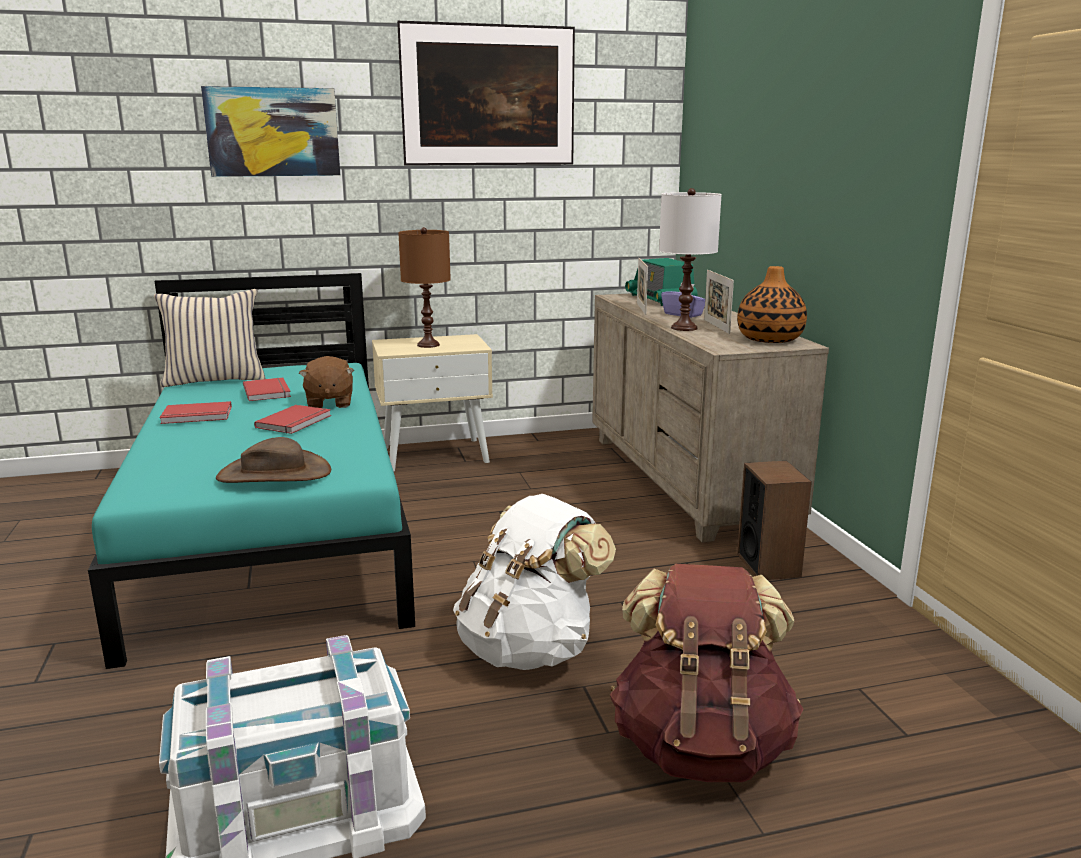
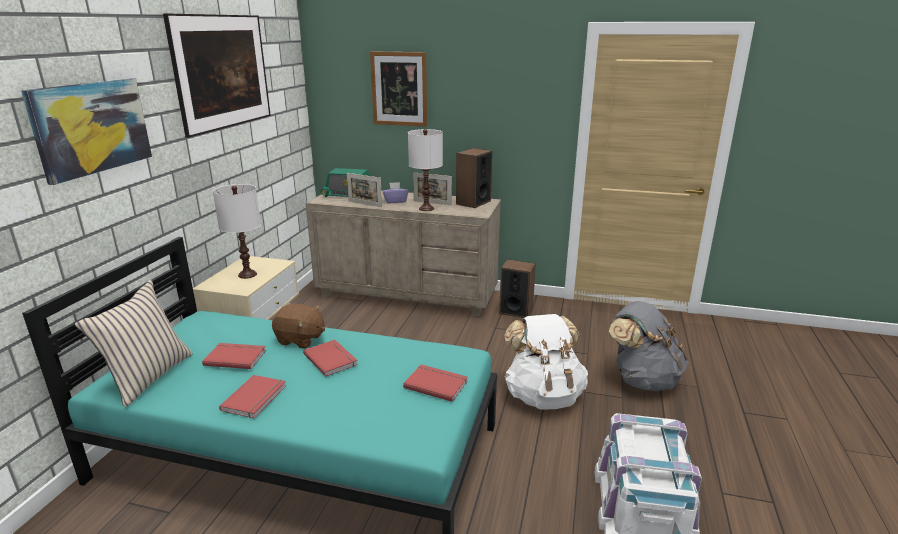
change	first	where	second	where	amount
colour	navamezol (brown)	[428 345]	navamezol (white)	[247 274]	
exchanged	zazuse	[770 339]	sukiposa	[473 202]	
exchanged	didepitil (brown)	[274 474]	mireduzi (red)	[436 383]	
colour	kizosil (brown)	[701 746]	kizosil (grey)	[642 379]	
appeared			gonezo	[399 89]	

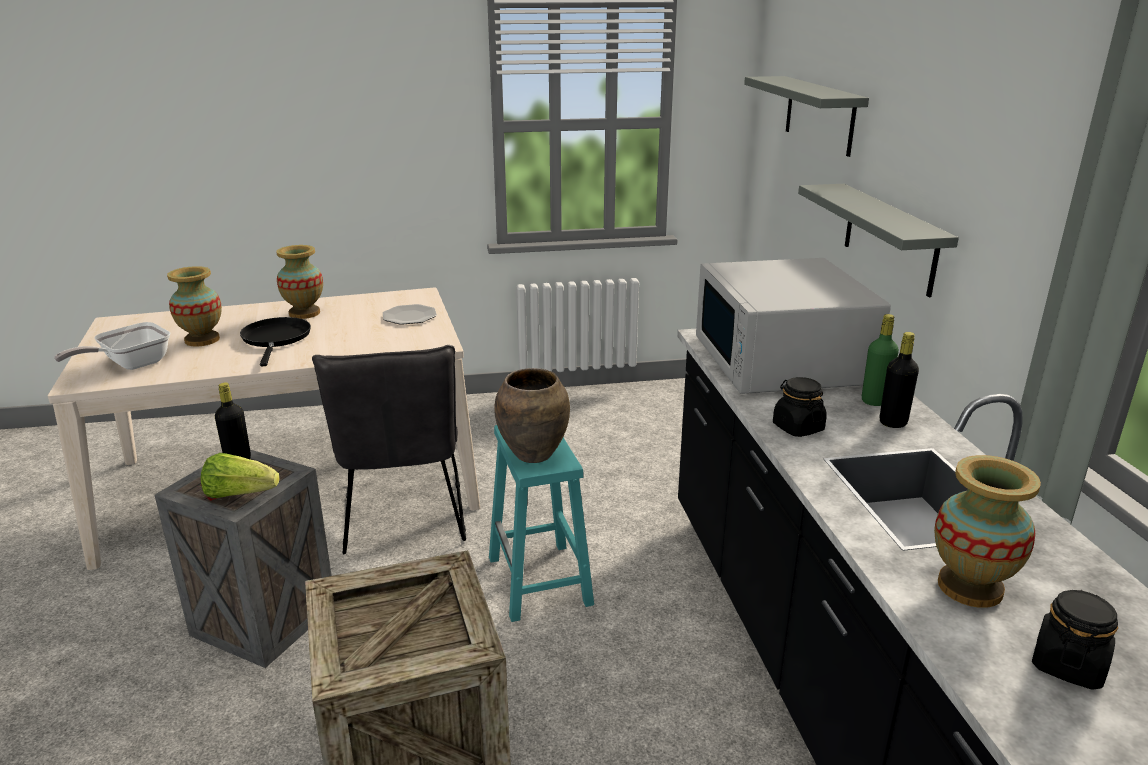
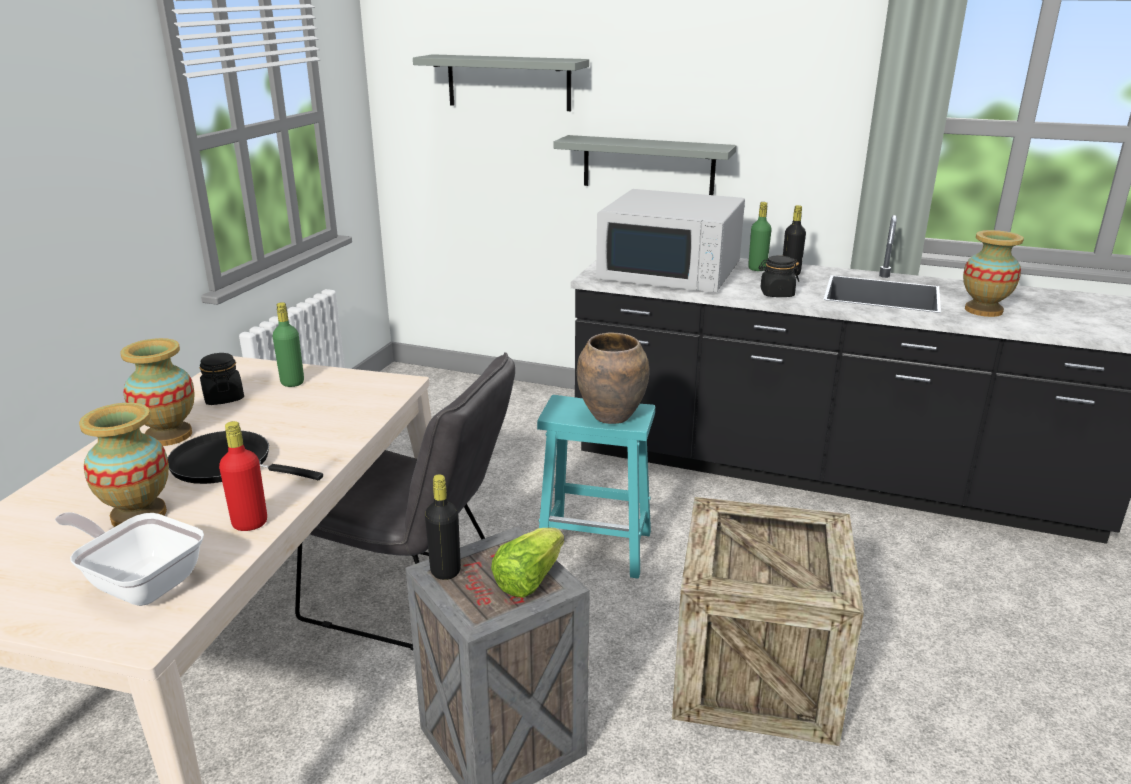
change	first	where	second	where	amount
exchanged	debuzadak	[409 316]	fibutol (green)	[292 382]	
spun	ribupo	[130 365]		[140 582]	135 degrees clockwise
relocated	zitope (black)	[1067 664]		[223 398]	
appeared			fibutol (red)	[250 523]	

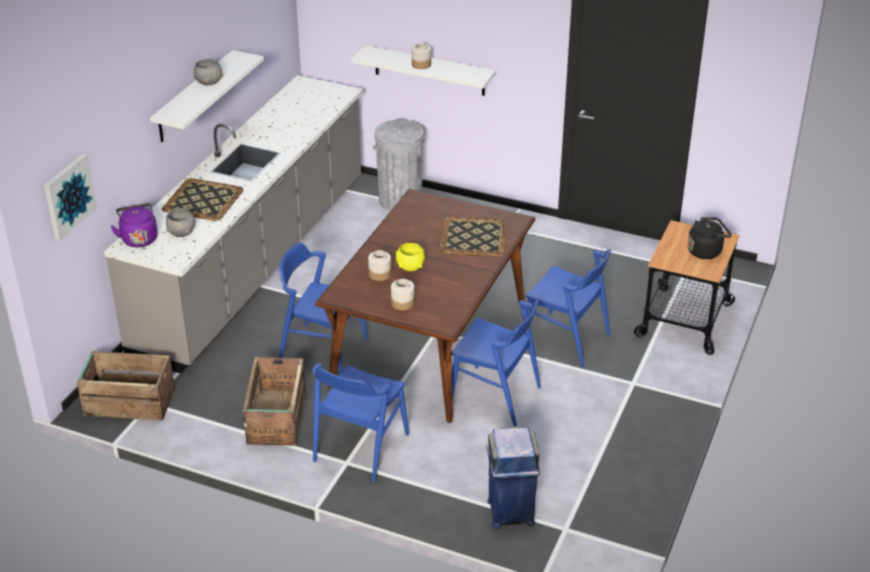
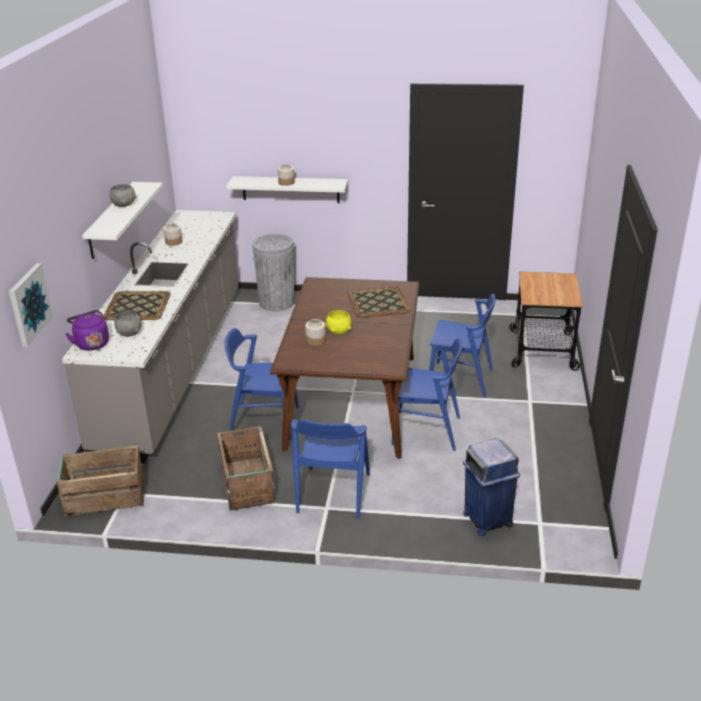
change	first	where	second	where	amount
missing	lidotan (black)	[706 251]			
relocated	zitope	[403 303]		[174 242]	

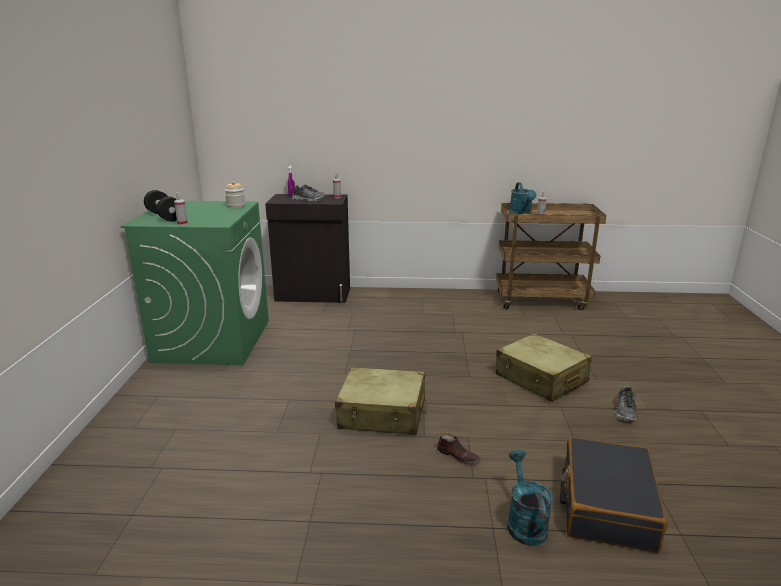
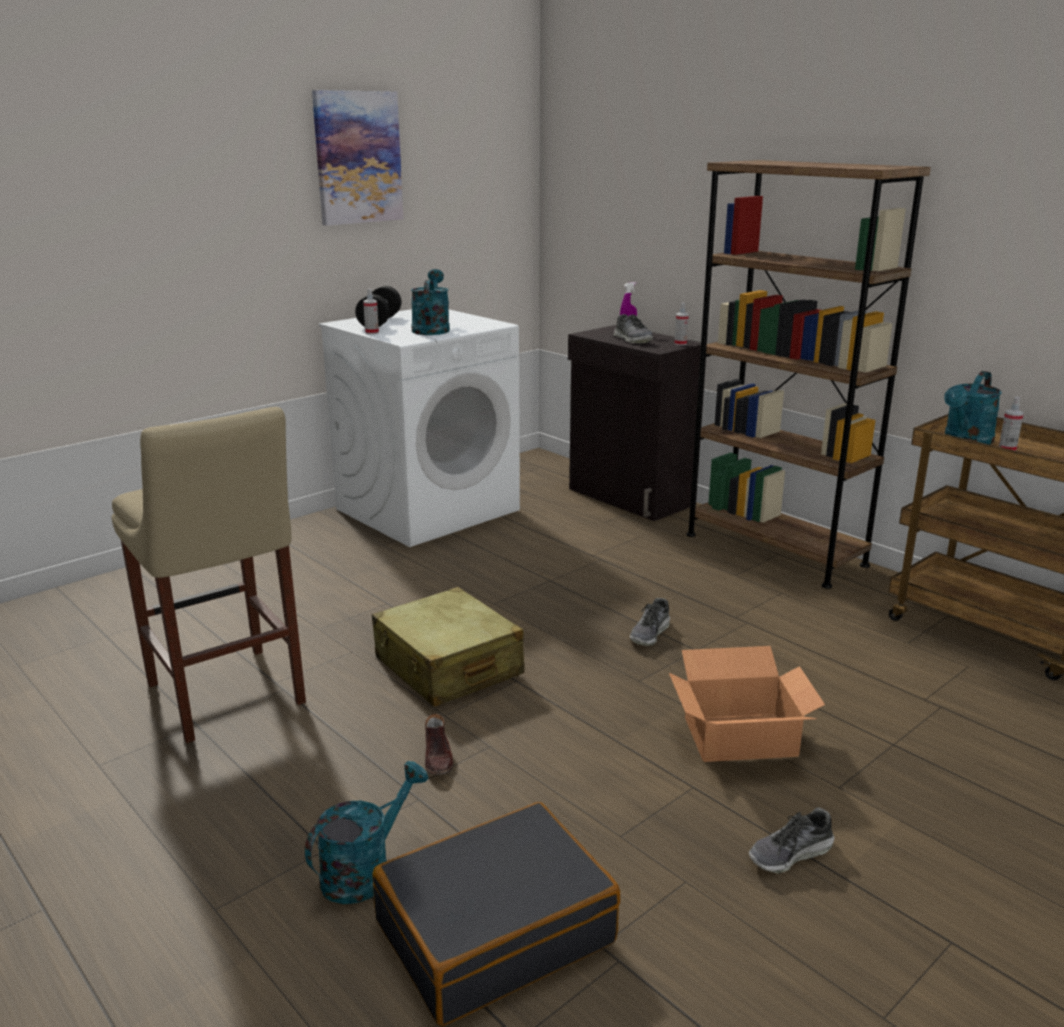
change	first	where	second	where	amount
missing	zitope	[236 206]			
colour	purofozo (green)	[212 340]	purofozo (white)	[428 509]	
exchanged	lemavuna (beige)	[541 379]	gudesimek	[741 737]	
appeared			gonezo	[357 157]	
appeared			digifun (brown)	[774 549]	
appeared			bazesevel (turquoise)	[431 329]	
appeared			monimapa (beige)	[227 697]	
appeared			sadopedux	[650 633]	

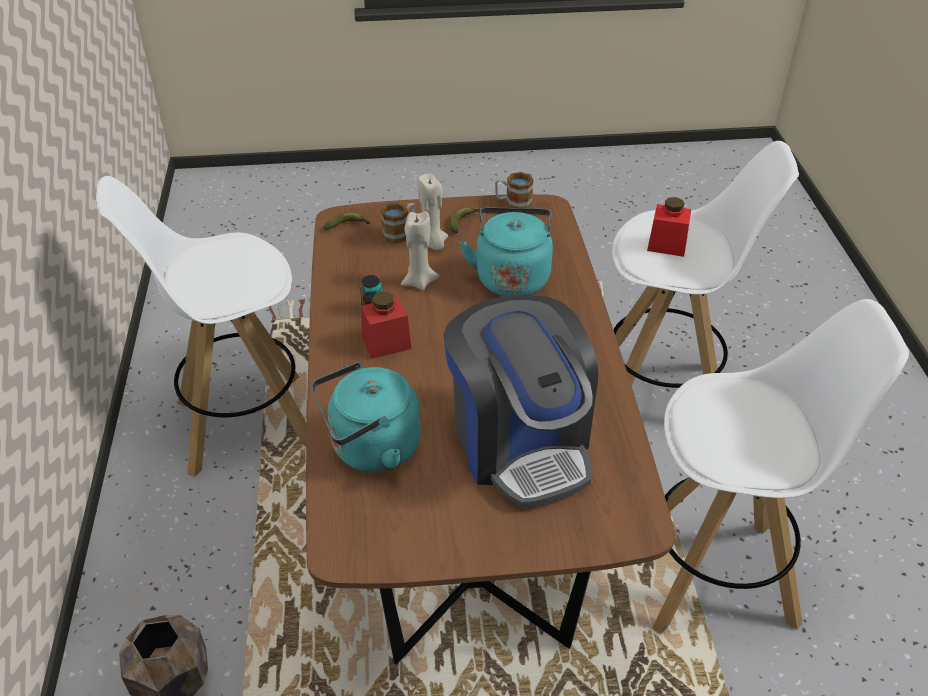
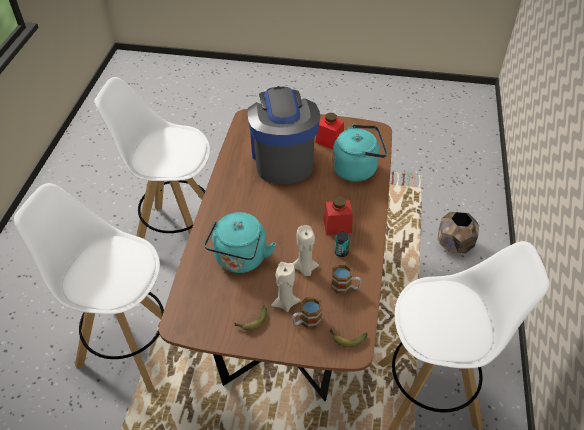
change	first	where	second	where	amount
relocated	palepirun	[513 203]		[345 287]	
relocated	zitope (red)	[667 245]		[329 141]	

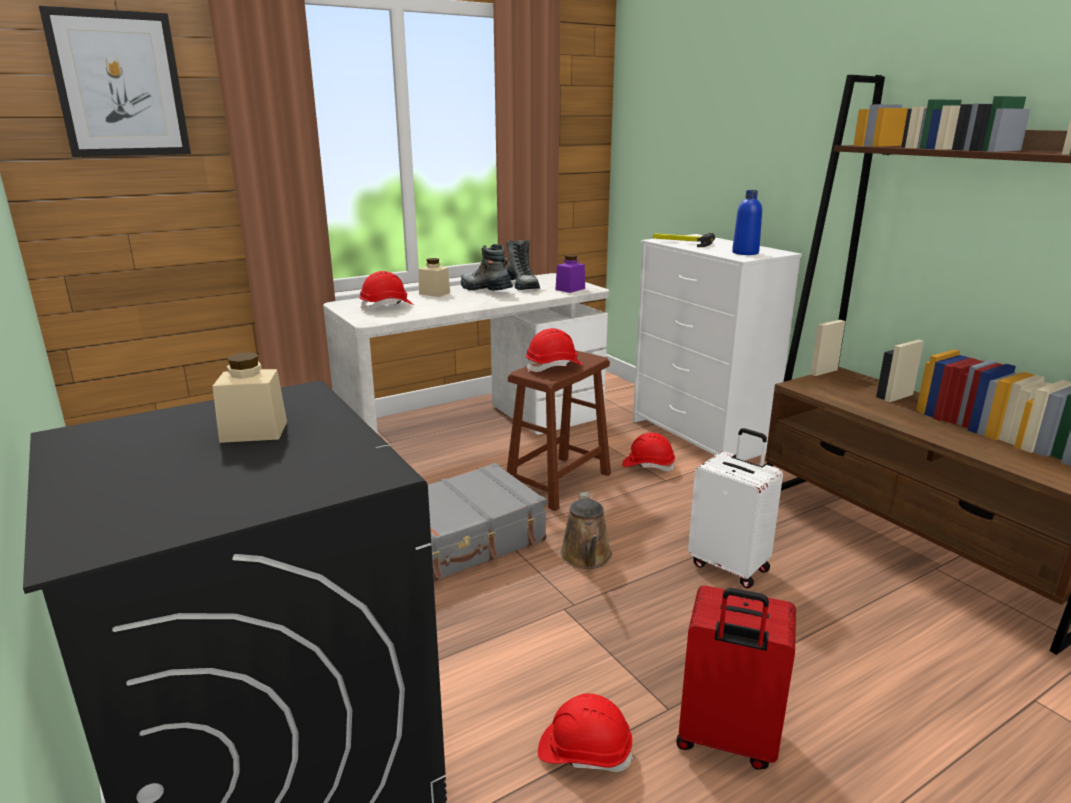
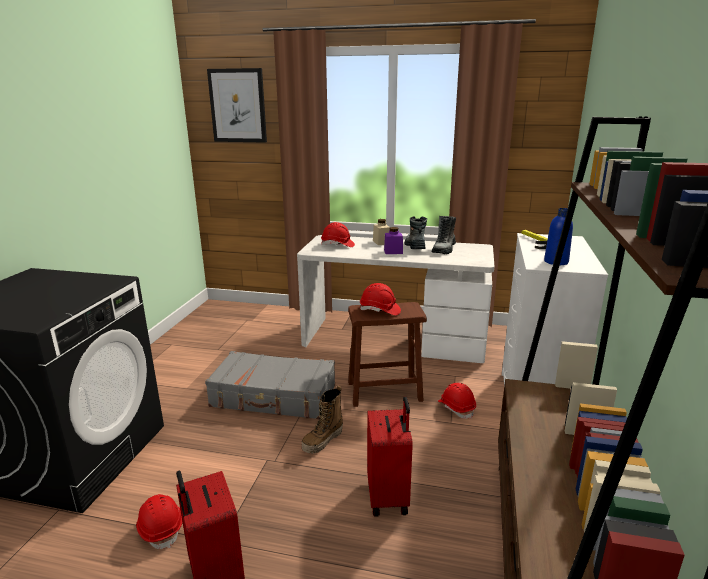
change	first	where	second	where	amount
relocated	zitope (purple)	[570 289]		[393 252]	
missing	zitope (beige)	[254 431]			
colour	lemavuna (white)	[730 566]	lemavuna (red)	[389 497]	
exchanged	bazesevel (brown)	[586 558]	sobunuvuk	[323 441]	

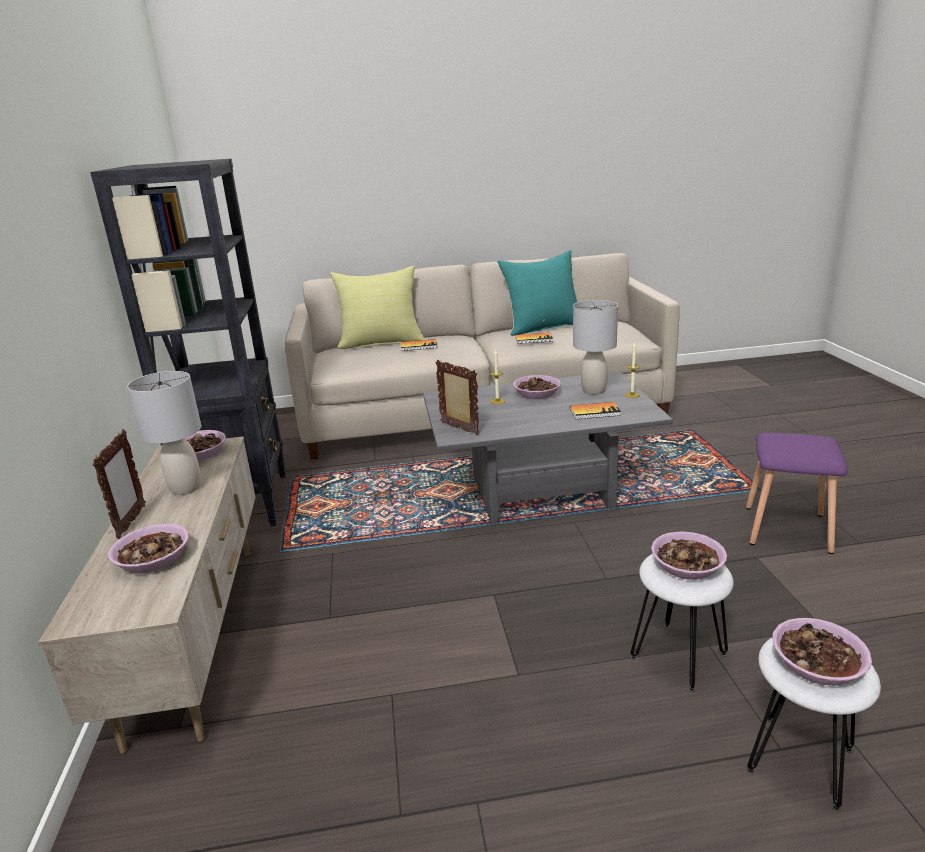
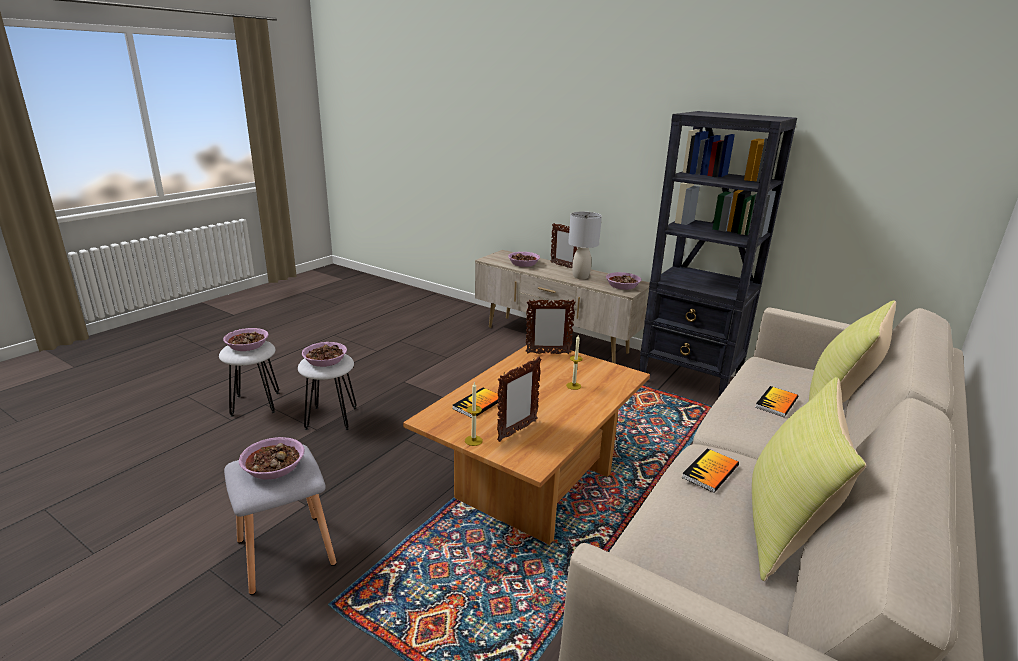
change	first	where	second	where	amount
colour	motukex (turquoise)	[543 327]	motukex (yellow)	[785 528]	
exchanged	navamezol (grey)	[593 391]	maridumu	[517 431]	
colour	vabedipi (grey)	[539 493]	vabedipi (brown)	[532 483]	
relocated	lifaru	[536 394]		[274 466]	
colour	monimapa (purple)	[788 528]	monimapa (grey)	[284 553]	

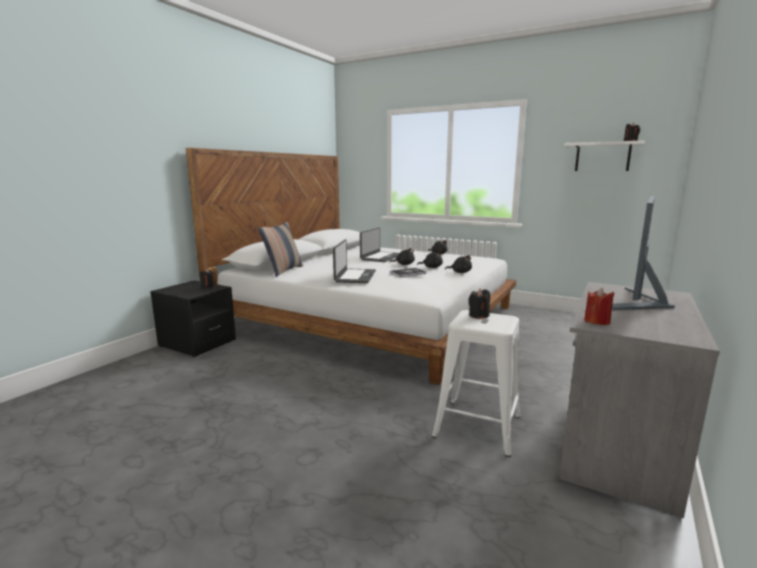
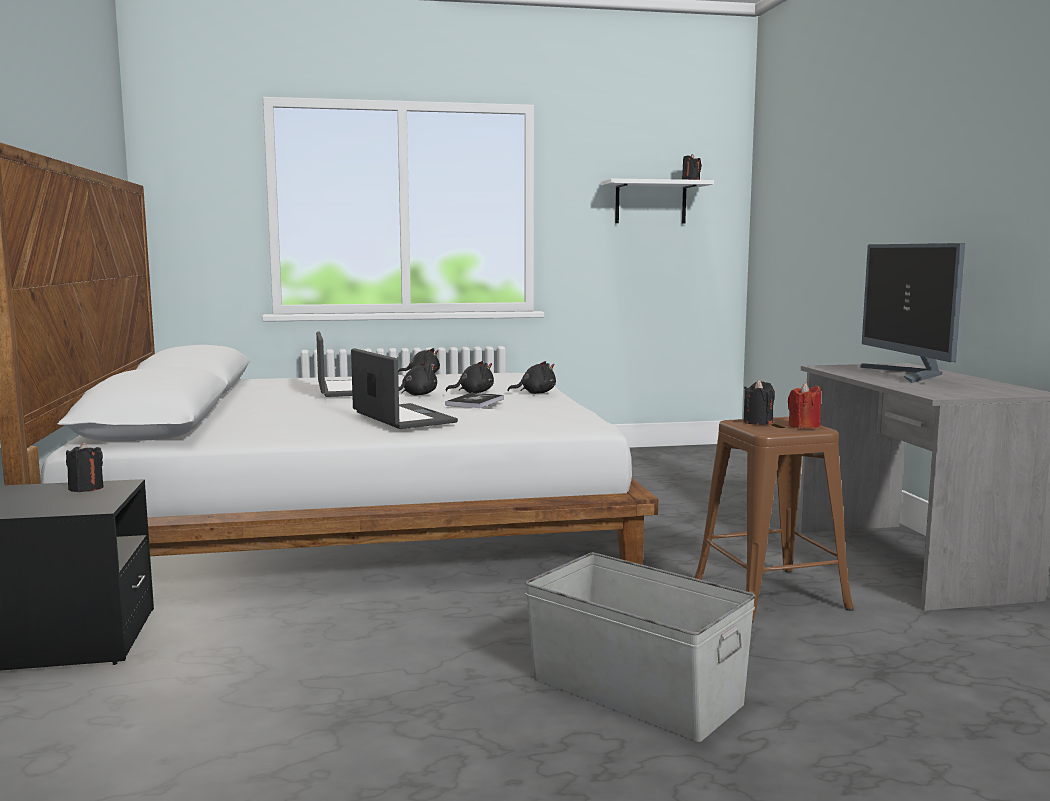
change	first	where	second	where	amount
missing	motukex	[283 270]			
relocated	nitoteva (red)	[597 321]		[803 426]	
colour	monimapa (white)	[478 426]	monimapa (brown)	[770 594]	
appeared			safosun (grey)	[635 691]	

